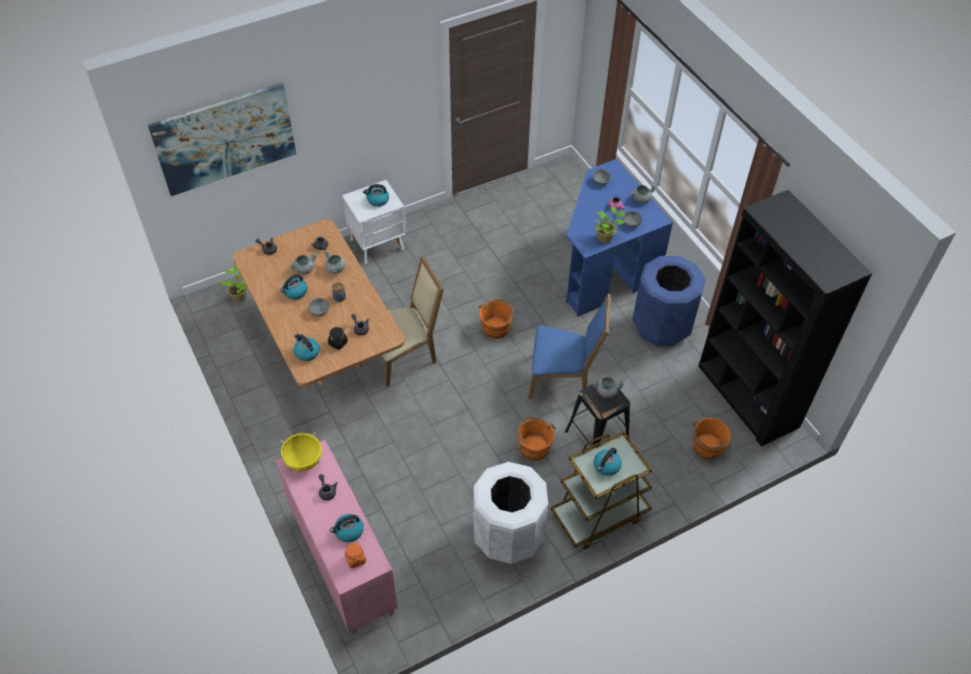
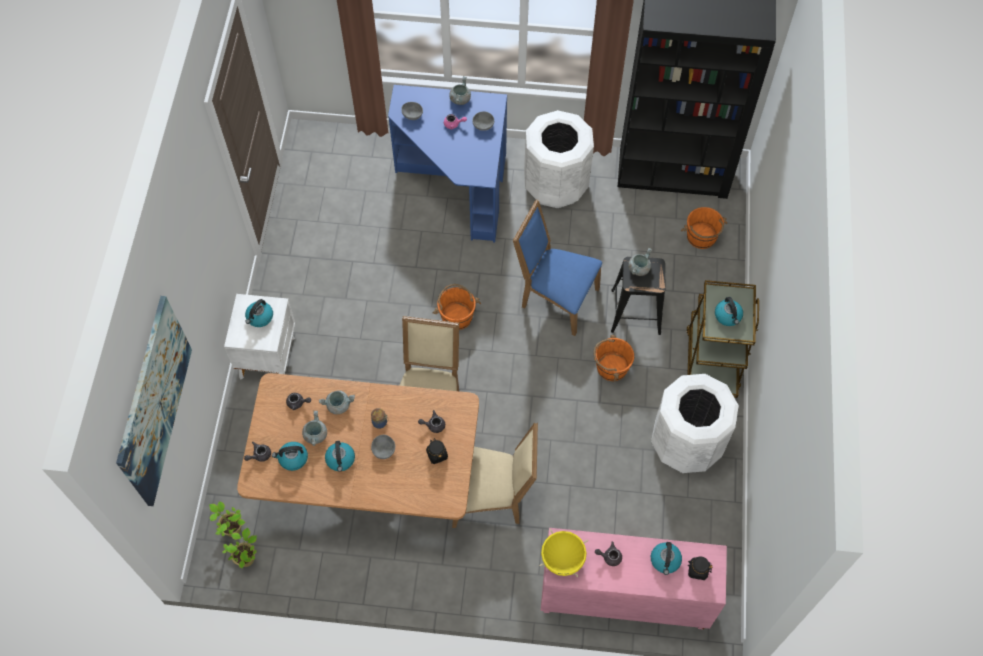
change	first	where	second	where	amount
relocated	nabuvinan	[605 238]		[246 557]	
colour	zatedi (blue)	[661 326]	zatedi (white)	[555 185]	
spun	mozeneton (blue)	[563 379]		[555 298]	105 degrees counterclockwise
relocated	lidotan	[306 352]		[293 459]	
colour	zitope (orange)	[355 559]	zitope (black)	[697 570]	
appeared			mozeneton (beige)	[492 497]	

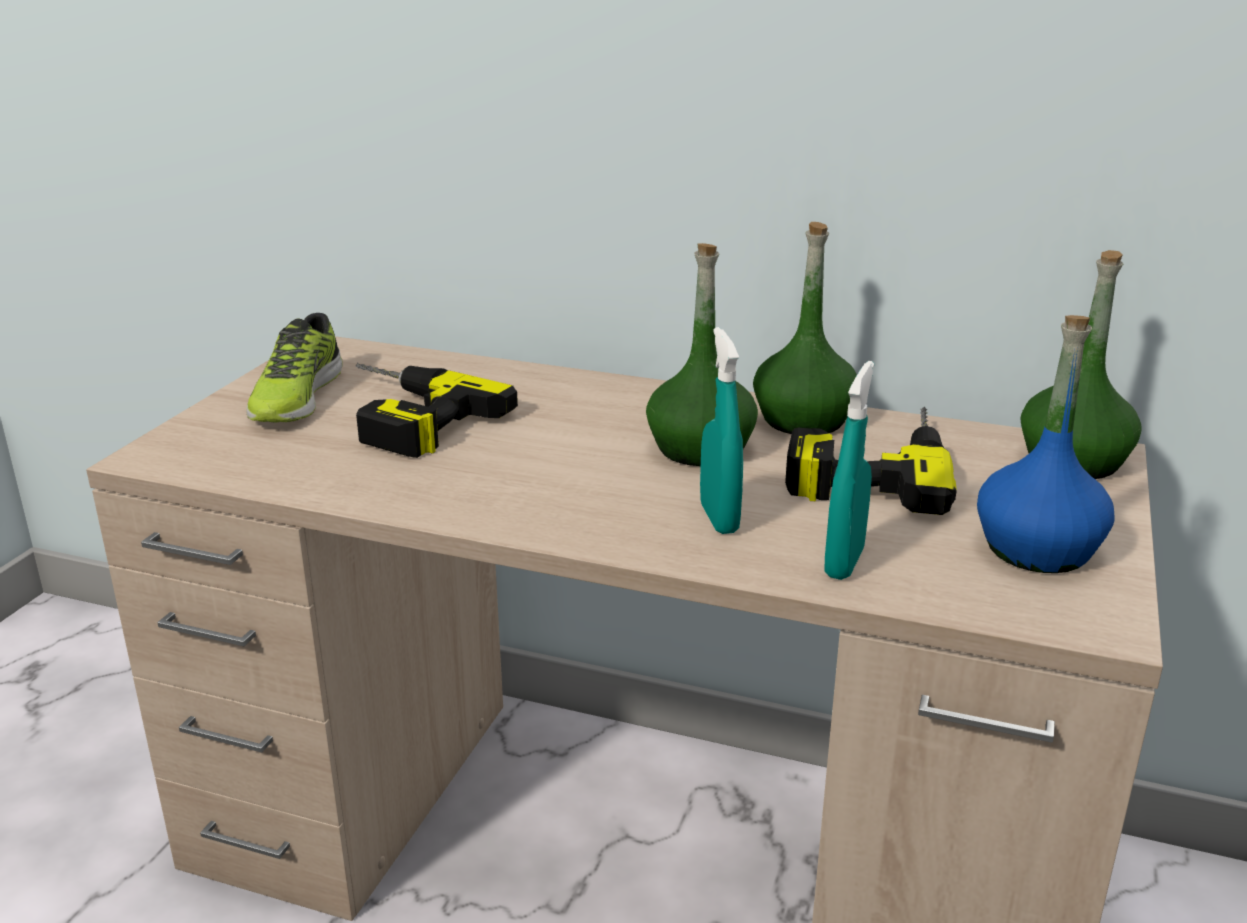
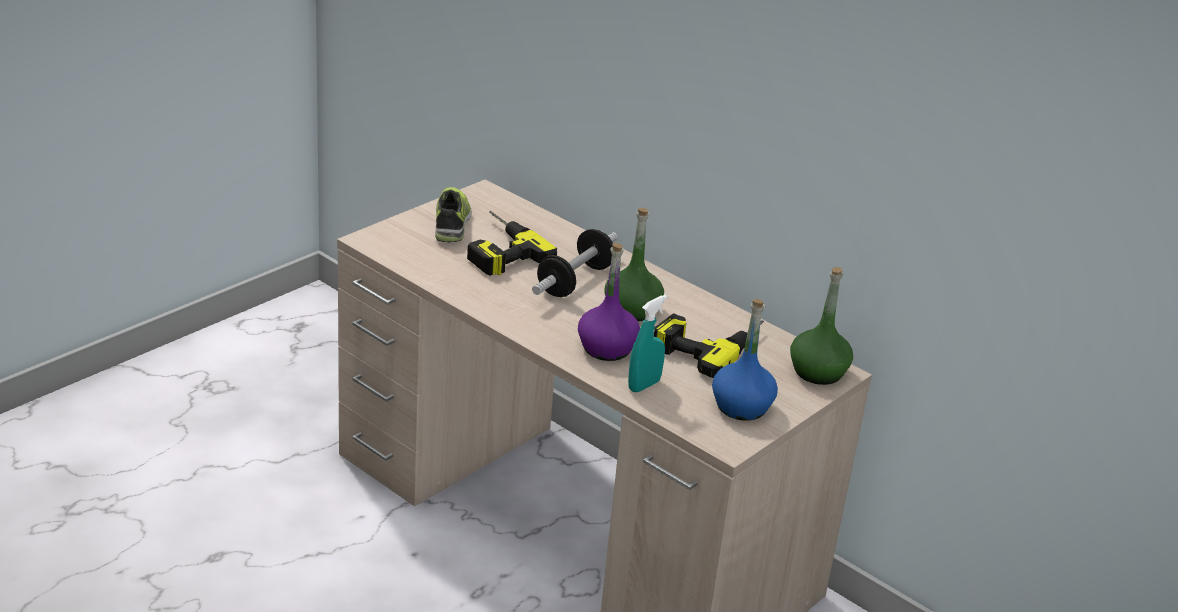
change	first	where	second	where	amount
missing	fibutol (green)	[804 420]			
spun	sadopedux	[295 398]		[452 222]	150 degrees clockwise
exchanged	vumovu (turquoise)	[719 518]	fibutol (purple)	[607 348]	
appeared			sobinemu	[574 281]	

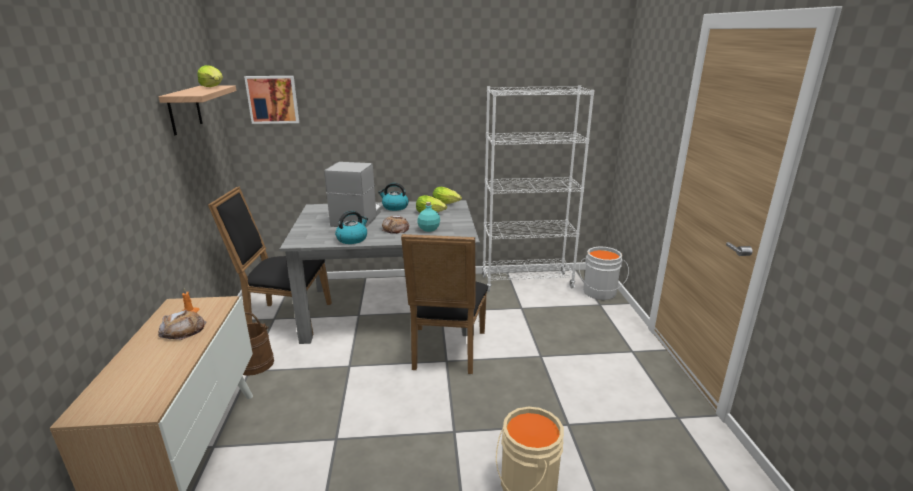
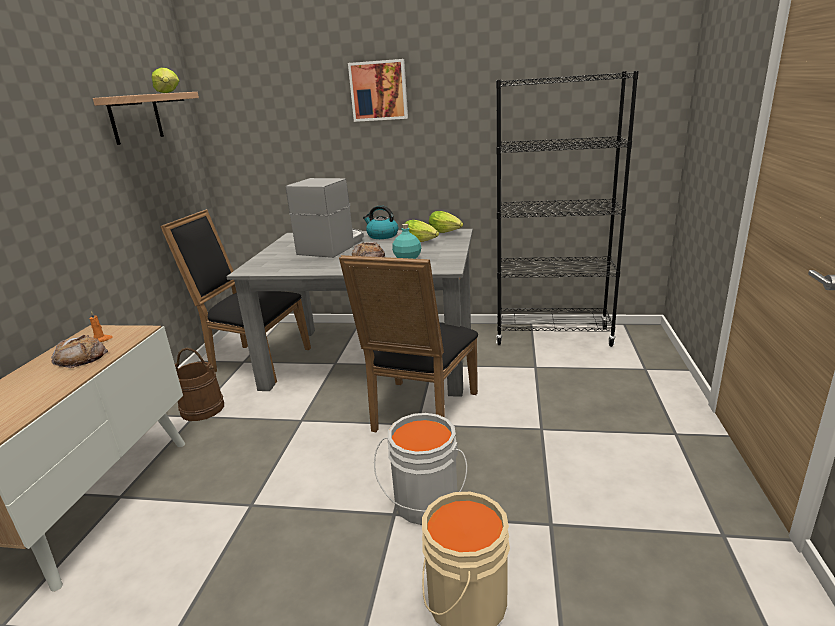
change	first	where	second	where	amount
relocated	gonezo	[273 99]		[379 90]	
colour	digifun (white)	[527 282]	digifun (black)	[552 336]	
missing	lidotan	[352 239]			
relocated	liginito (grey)	[599 293]		[425 504]	

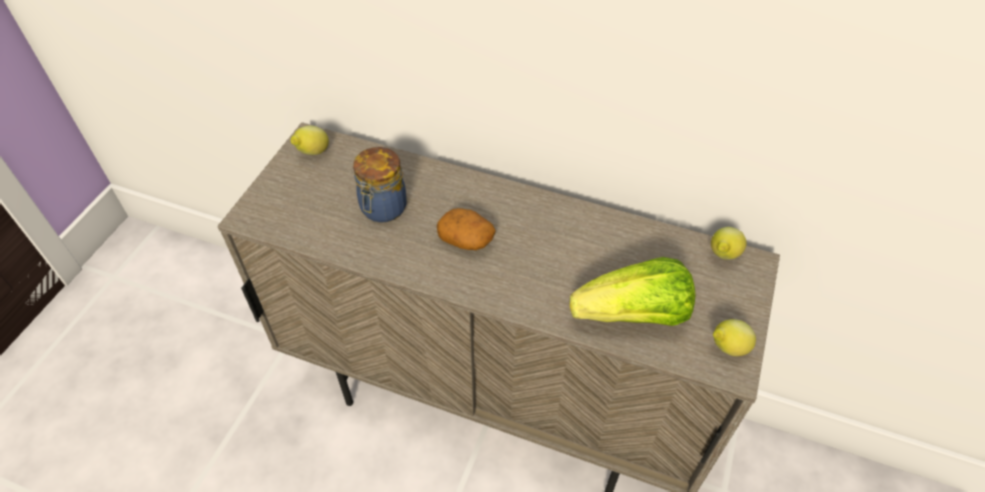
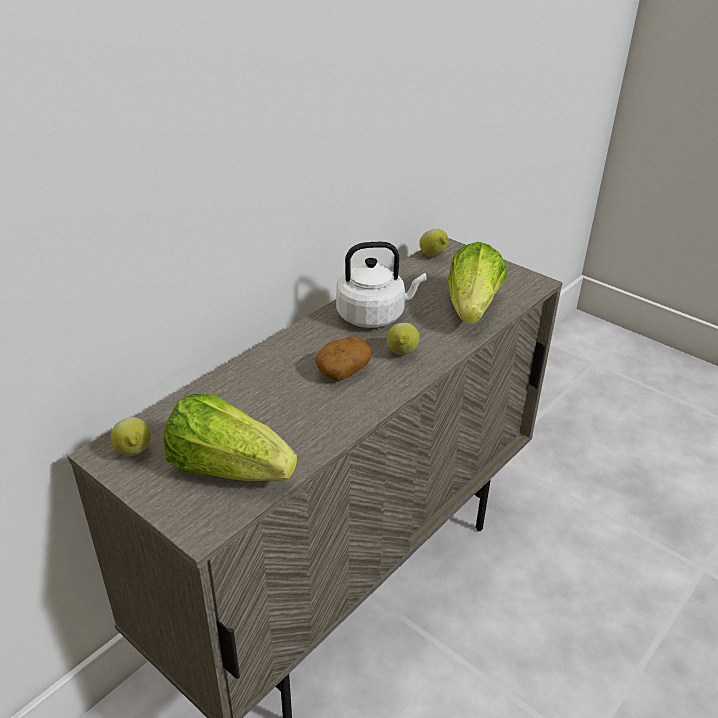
change	first	where	second	where	amount
missing	zitope	[382 209]			
relocated	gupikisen	[727 348]		[402 354]	
appeared			lidotan (white)	[374 316]	
appeared			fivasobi	[227 468]	

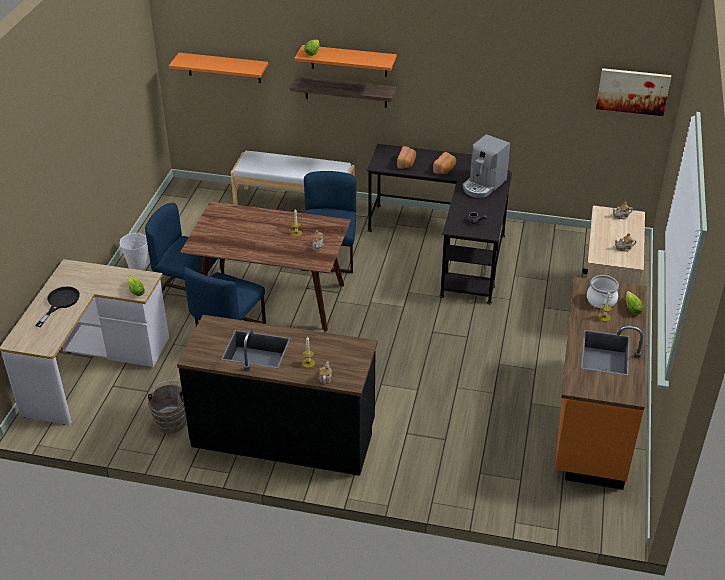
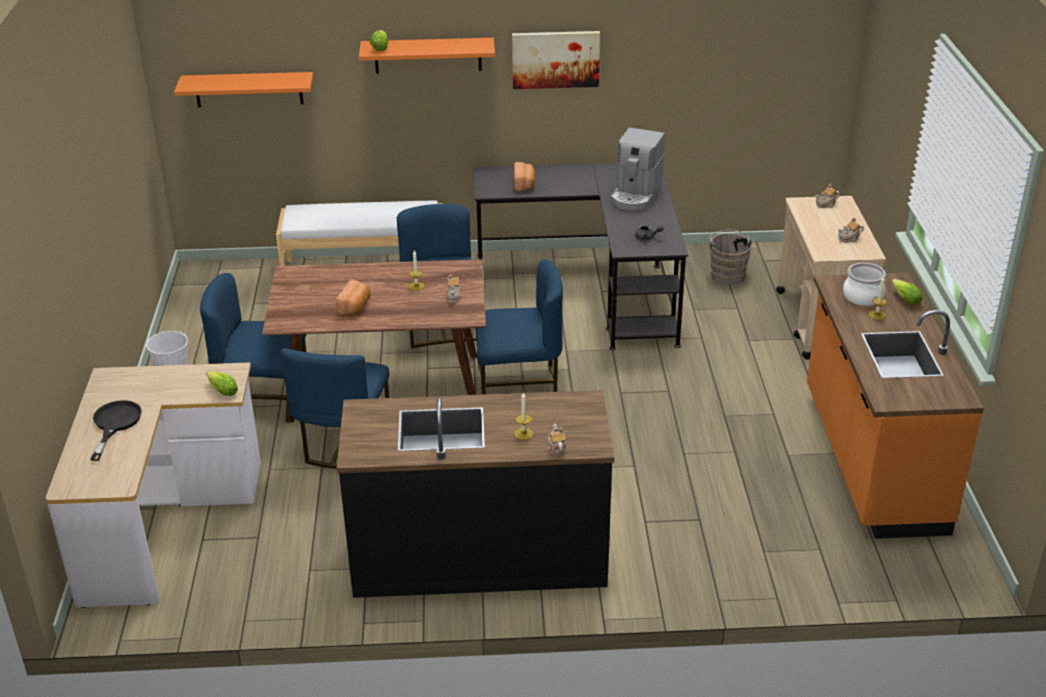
change	first	where	second	where	amount
relocated	gonezo	[632 91]		[555 59]	
missing	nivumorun	[346 92]			
relocated	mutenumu	[445 169]		[355 307]	
relocated	liginito (brown)	[172 420]		[727 275]	
appeared			mozeneton (blue)	[517 384]	

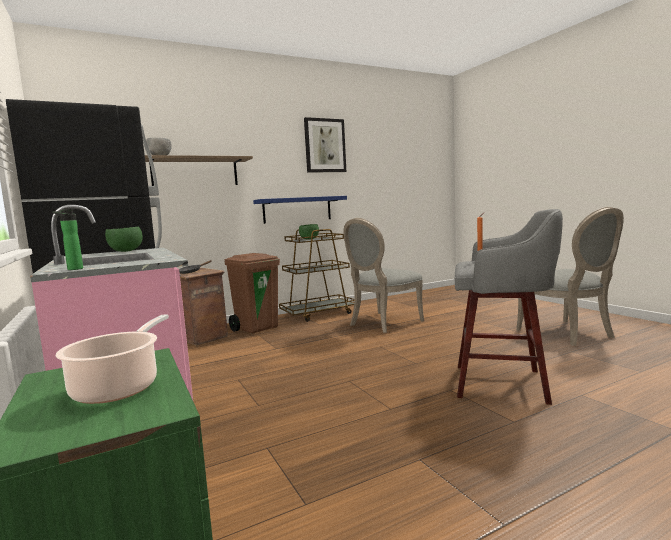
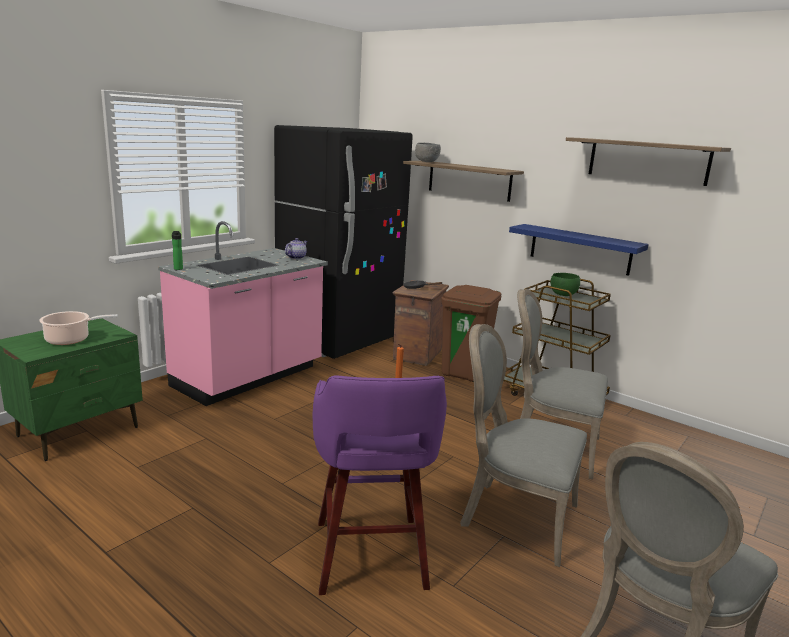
change	first	where	second	where	amount
exchanged	gonezo	[325 145]	nivumorun	[647 161]	
colour	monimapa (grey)	[503 384]	monimapa (purple)	[370 557]	
exchanged	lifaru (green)	[125 251]	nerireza	[296 257]	
appeared			mozeneton (grey)	[514 516]	

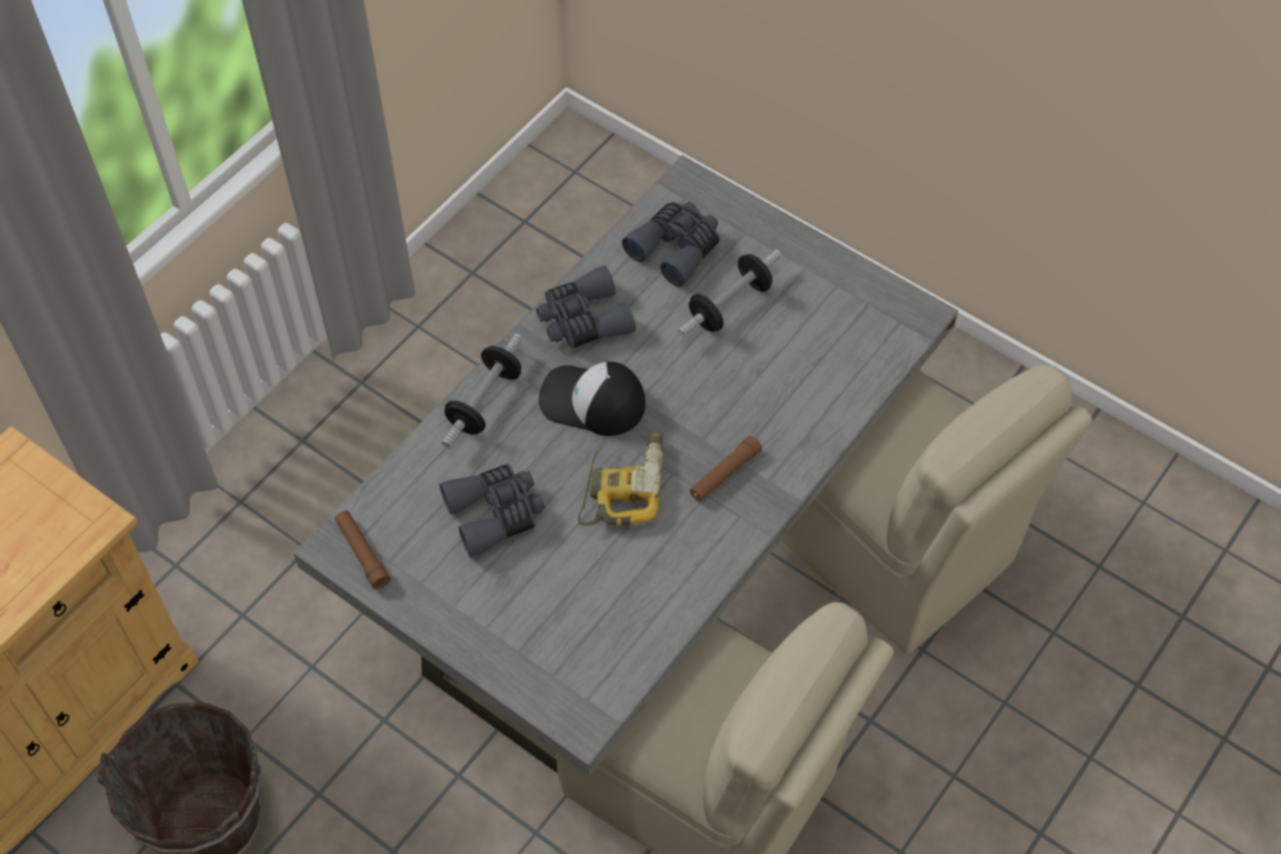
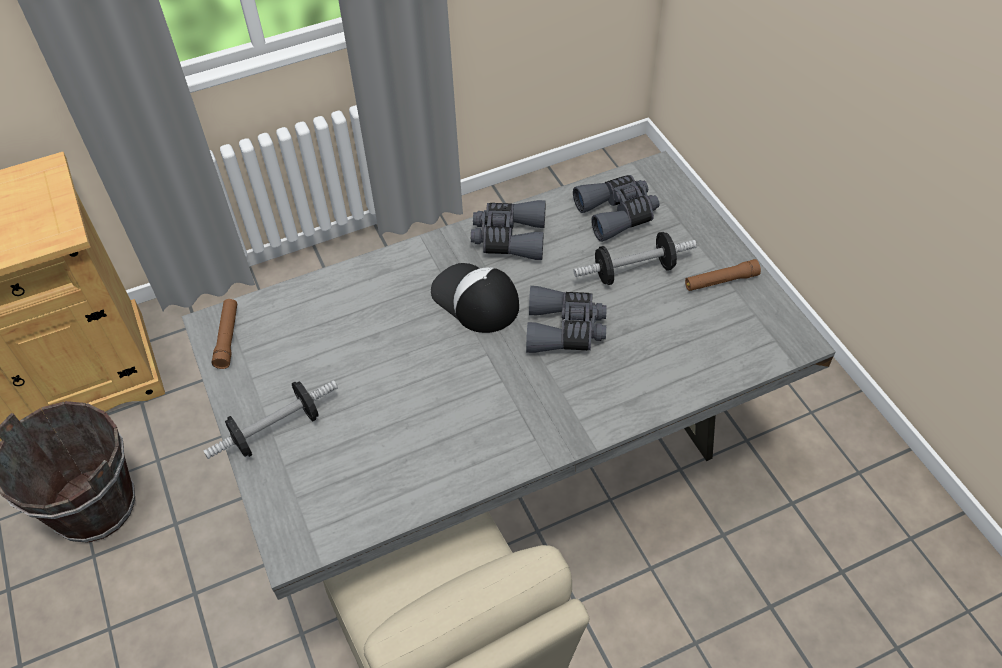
change	first	where	second	where	amount
relocated	sobinemu	[484 402]		[276 430]	
missing	mozeneton (beige)	[891 546]			
missing	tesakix	[623 484]			
relocated	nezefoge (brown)	[724 474]		[720 281]	
relocated	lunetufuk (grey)	[495 514]		[565 329]	

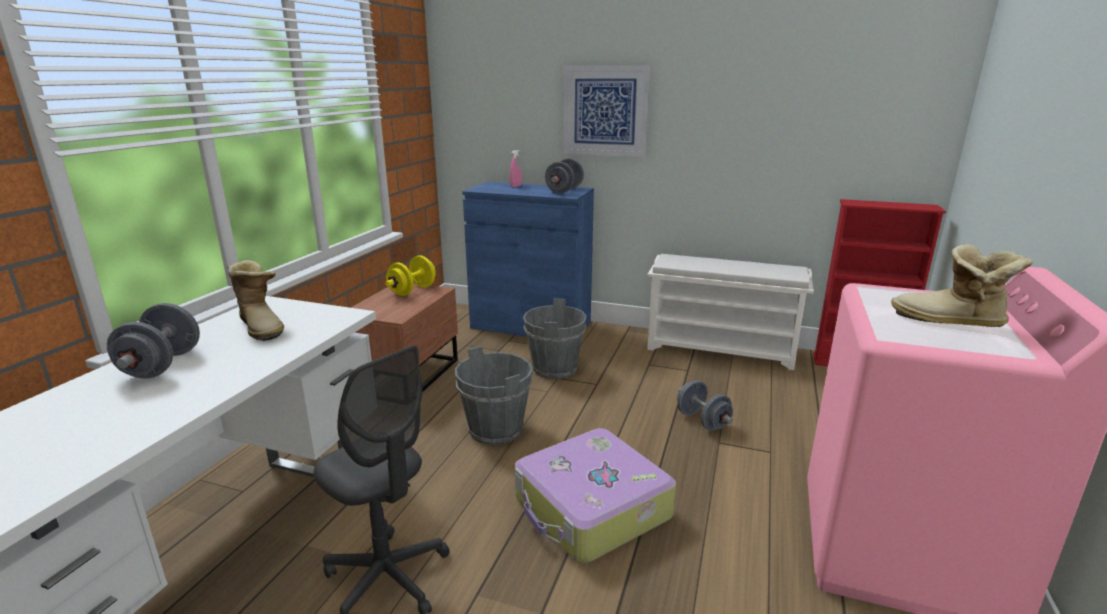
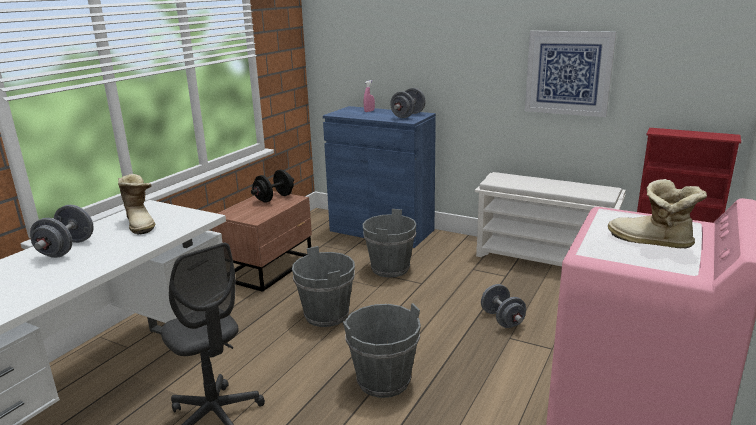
change	first	where	second	where	amount
relocated	gonezo	[605 111]		[568 73]	
colour	sobinemu (yellow)	[412 291]	sobinemu (black)	[274 198]	
exchanged	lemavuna	[591 509]	liginito (grey)	[383 381]	

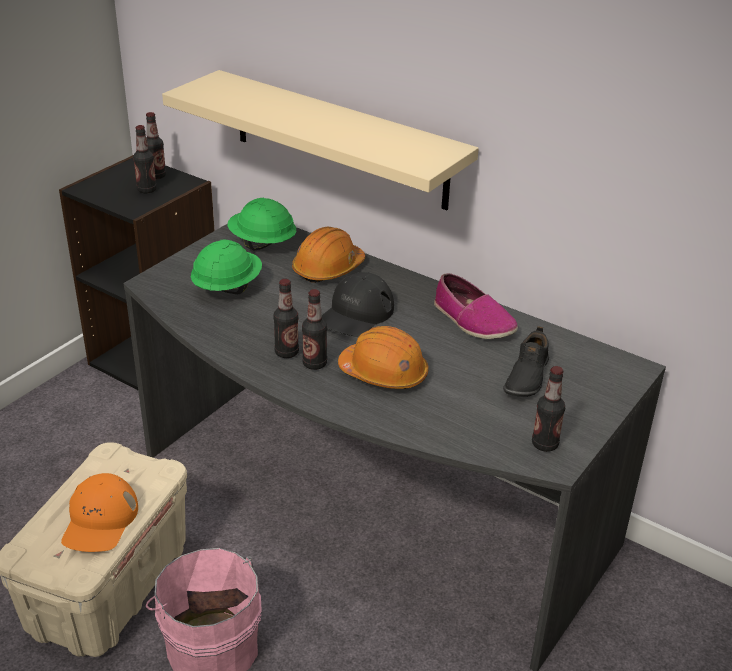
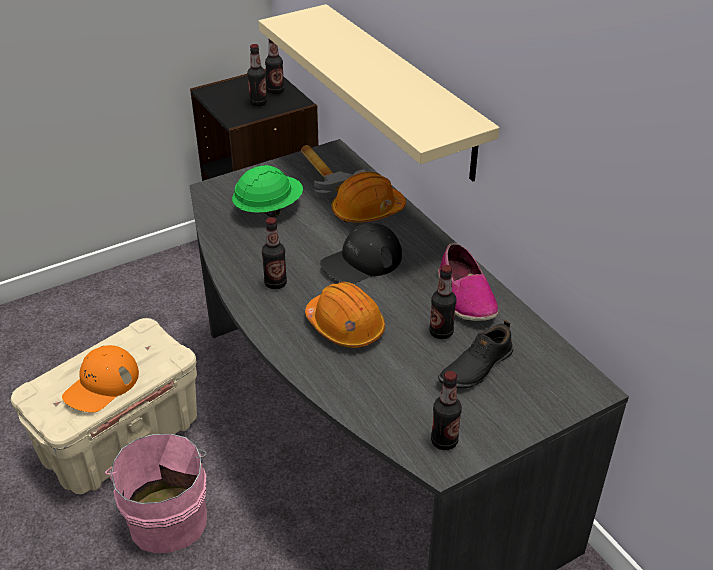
change	first	where	second	where	amount
exchanged	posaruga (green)	[262 244]	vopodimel	[326 174]	
relocated	fibutol	[314 364]		[441 332]	

